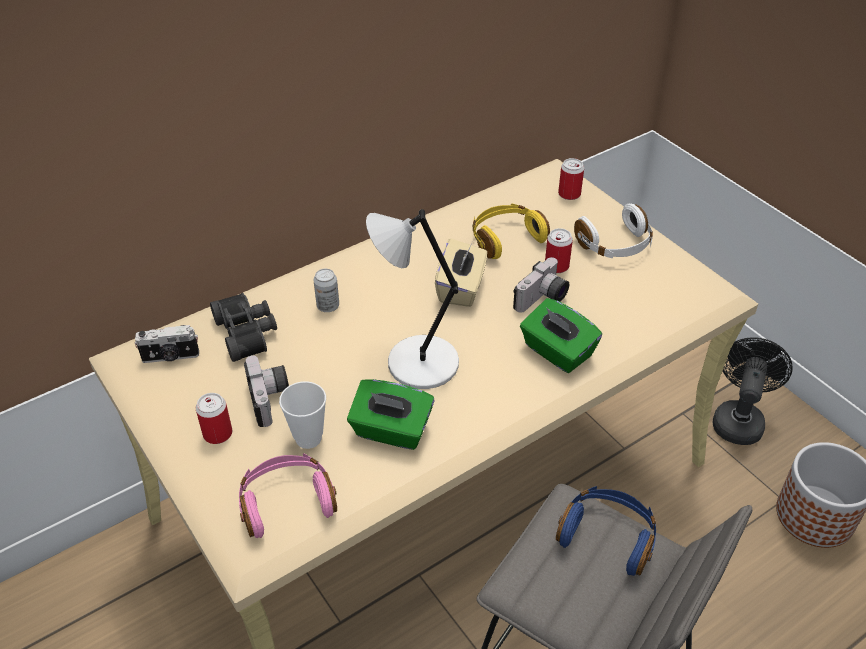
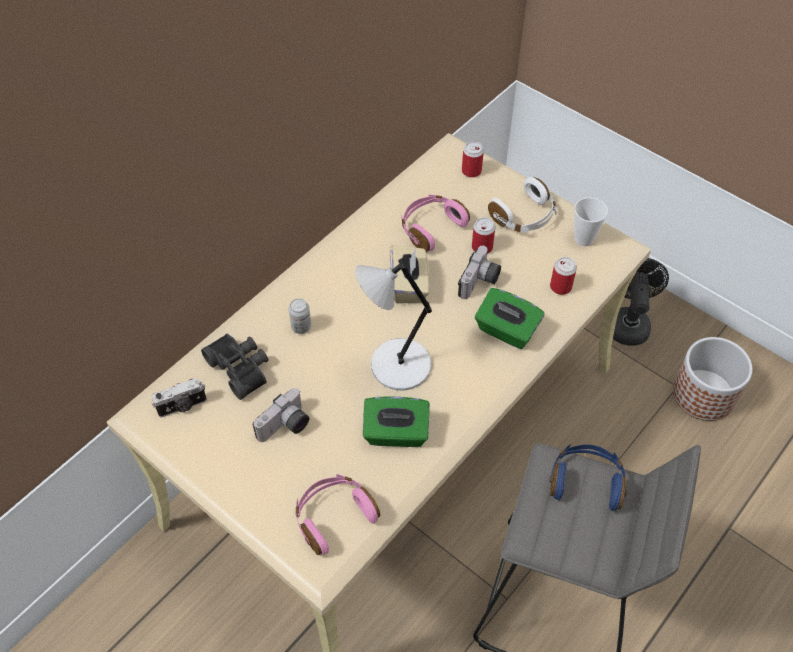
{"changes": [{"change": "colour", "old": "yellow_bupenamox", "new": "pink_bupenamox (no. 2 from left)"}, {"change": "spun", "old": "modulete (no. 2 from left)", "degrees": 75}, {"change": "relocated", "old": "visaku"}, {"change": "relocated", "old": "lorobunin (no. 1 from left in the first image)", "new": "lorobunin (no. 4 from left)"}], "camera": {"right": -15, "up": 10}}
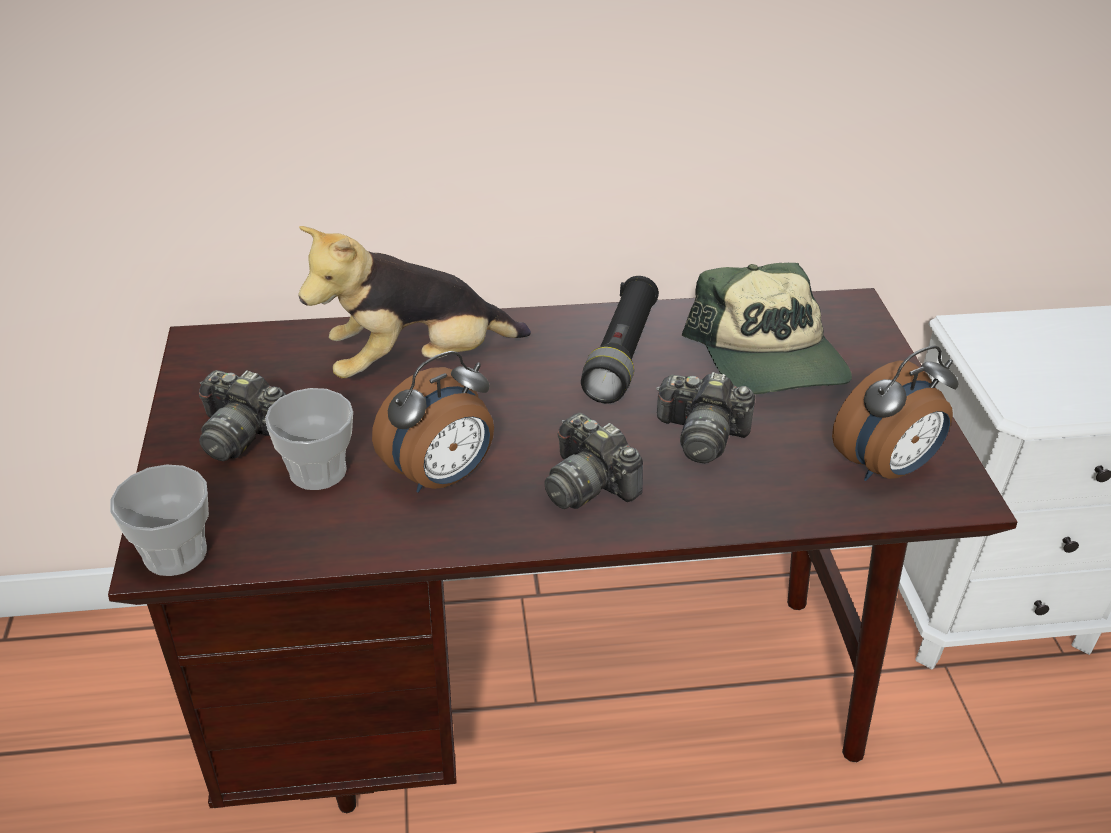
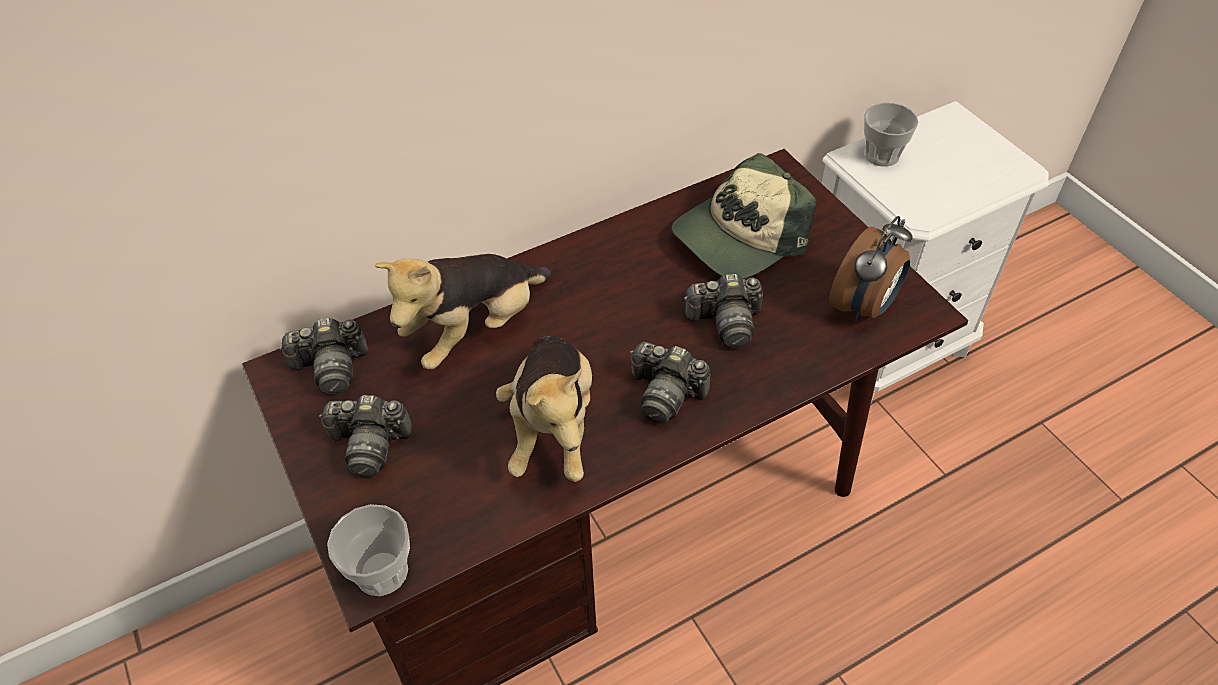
{"changes": [{"change": "spun", "old": "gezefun", "degrees": 90}, {"change": "missing", "old": "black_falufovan"}, {"change": "exchanged", "old": "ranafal (no. 1 from left)", "new": "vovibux (no. 2 from left)"}, {"change": "relocated", "old": "visaku (no. 2 from left)"}, {"change": "appeared", "new": "modulete (no. 1 from left)"}], "camera": {"right": -20, "up": 10}}
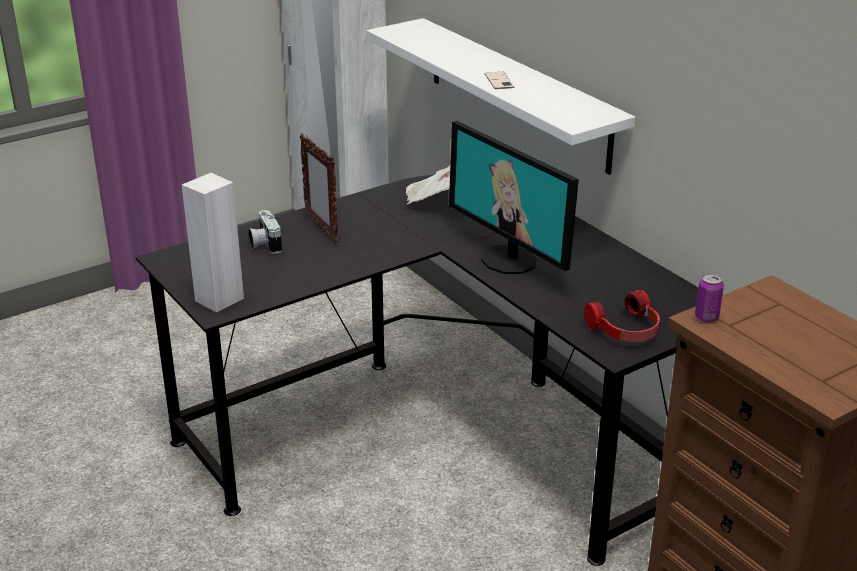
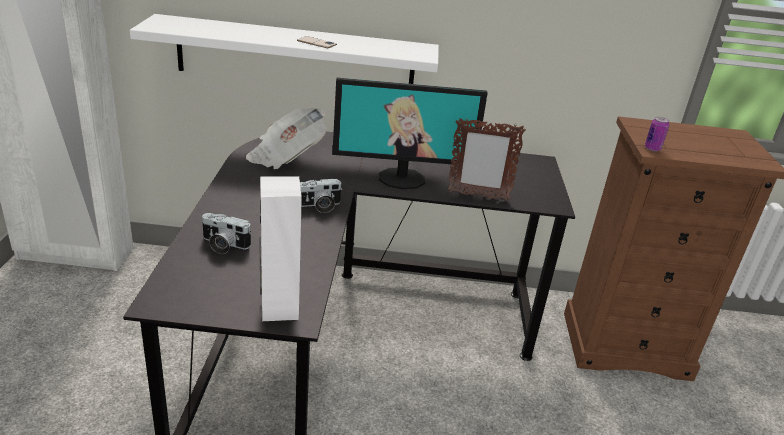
{"changes": [{"change": "relocated", "old": "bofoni"}, {"change": "missing", "old": "bupenamox"}, {"change": "appeared", "new": "modulete (no. 2 from left)"}], "camera": {"right": -55, "up": 0}}
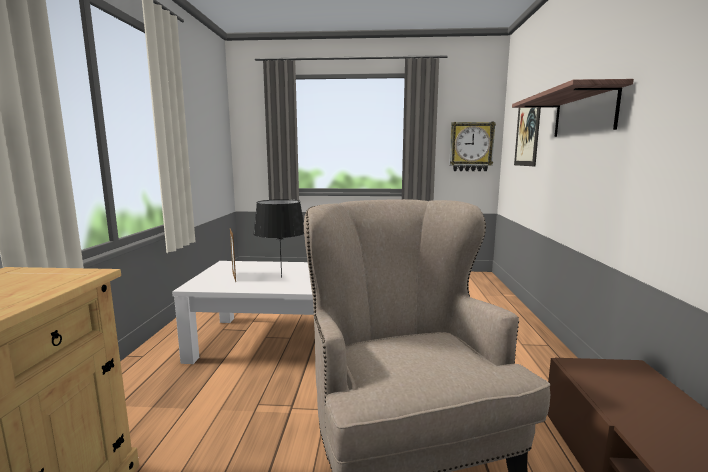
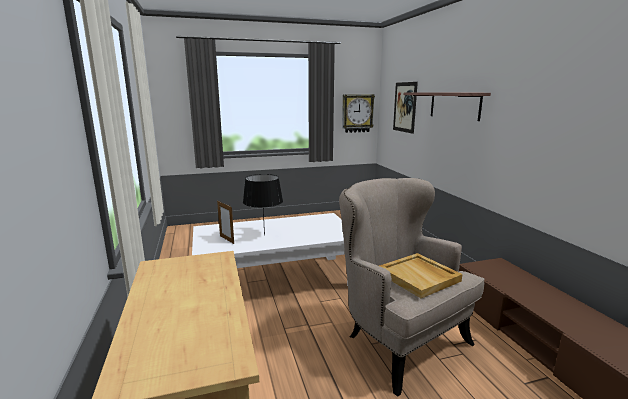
{"changes": [{"change": "appeared", "new": "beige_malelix"}], "camera": {"right": -20, "up": 5}}
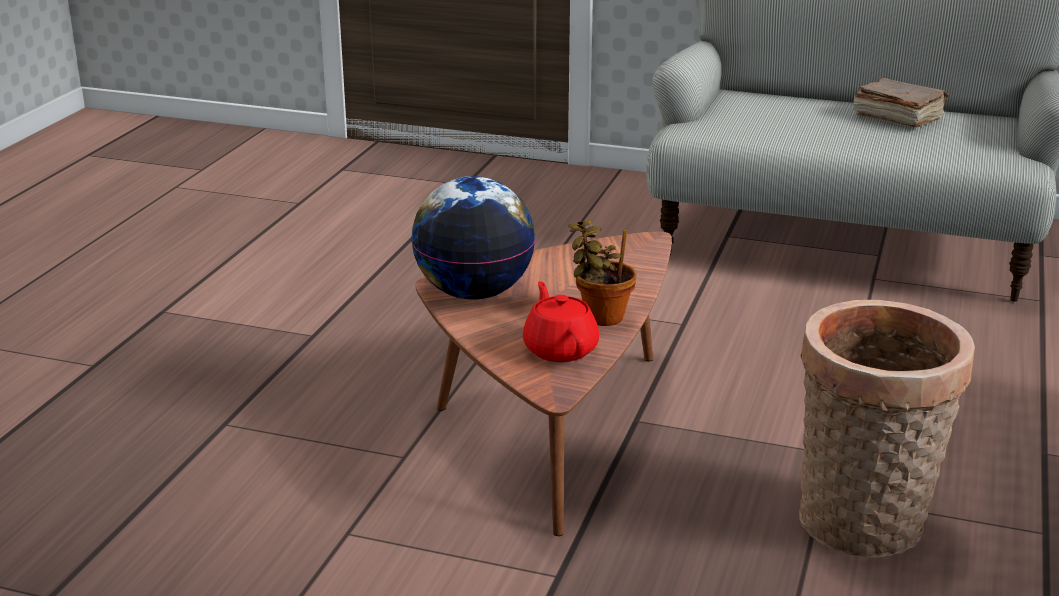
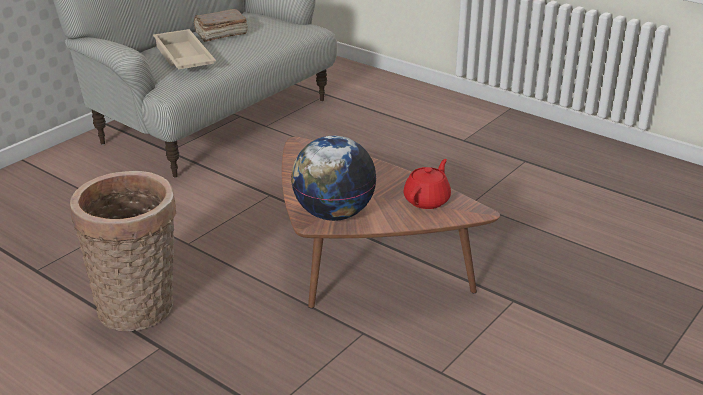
{"changes": [{"change": "missing", "old": "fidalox"}, {"change": "spun", "old": "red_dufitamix", "degrees": 120}, {"change": "relocated", "old": "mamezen"}, {"change": "appeared", "new": "beige_malelix"}], "camera": {"right": -70, "up": 5}}
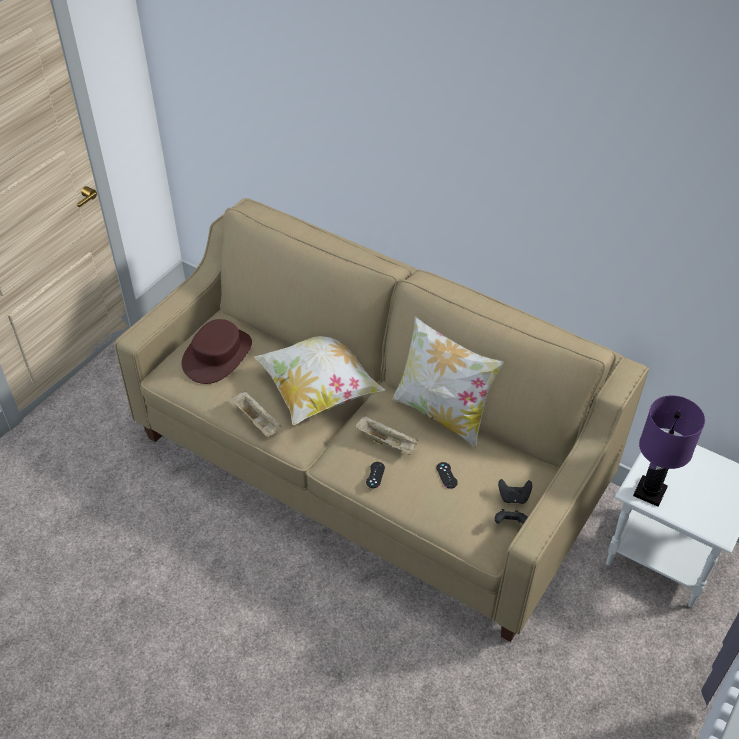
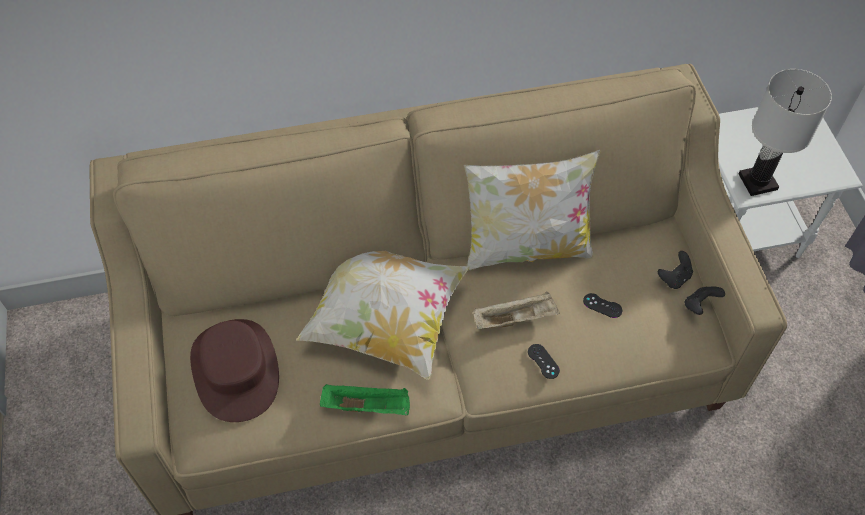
{"changes": [{"change": "colour", "old": "beige_malelix (no. 1 from left)", "new": "green_malelix"}, {"change": "colour", "old": "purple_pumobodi", "new": "white_pumobodi"}], "camera": {"right": -45, "up": 10}}
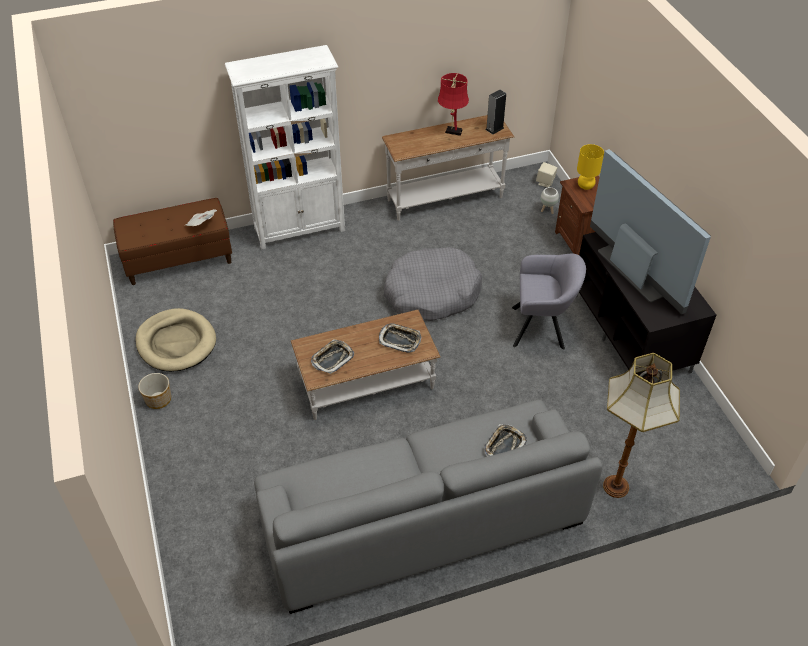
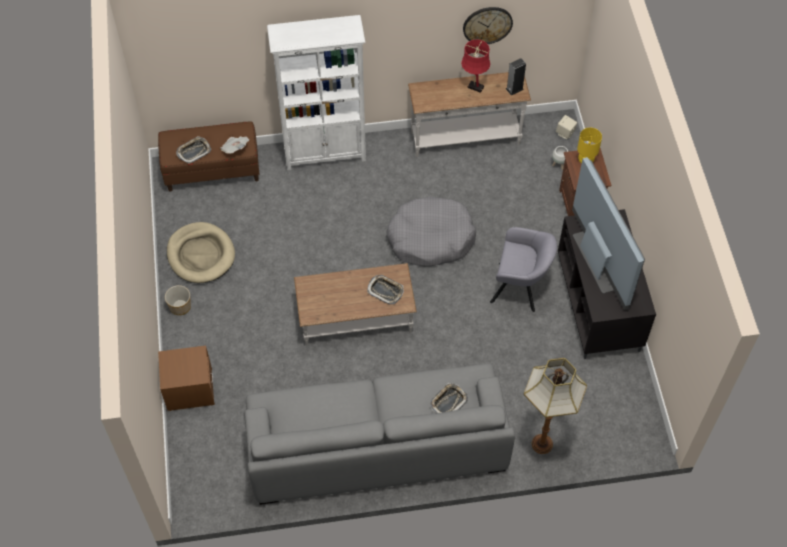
{"changes": [{"change": "relocated", "old": "malelix (no. 1 from left)"}, {"change": "appeared", "new": "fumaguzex"}, {"change": "appeared", "new": "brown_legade (no. 1 from left)"}], "camera": {"right": 10, "up": 10}}
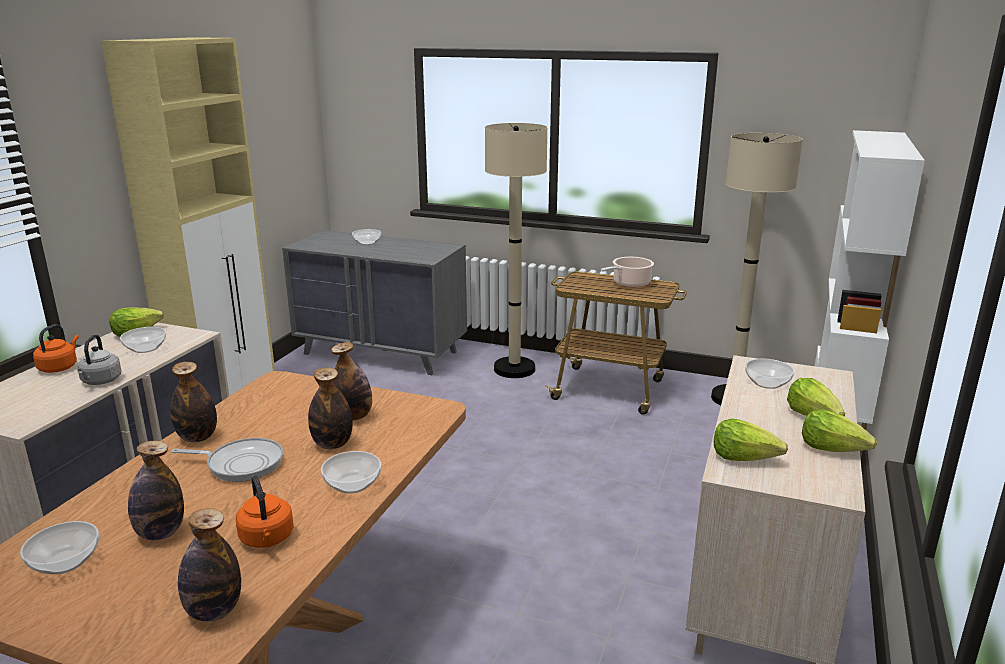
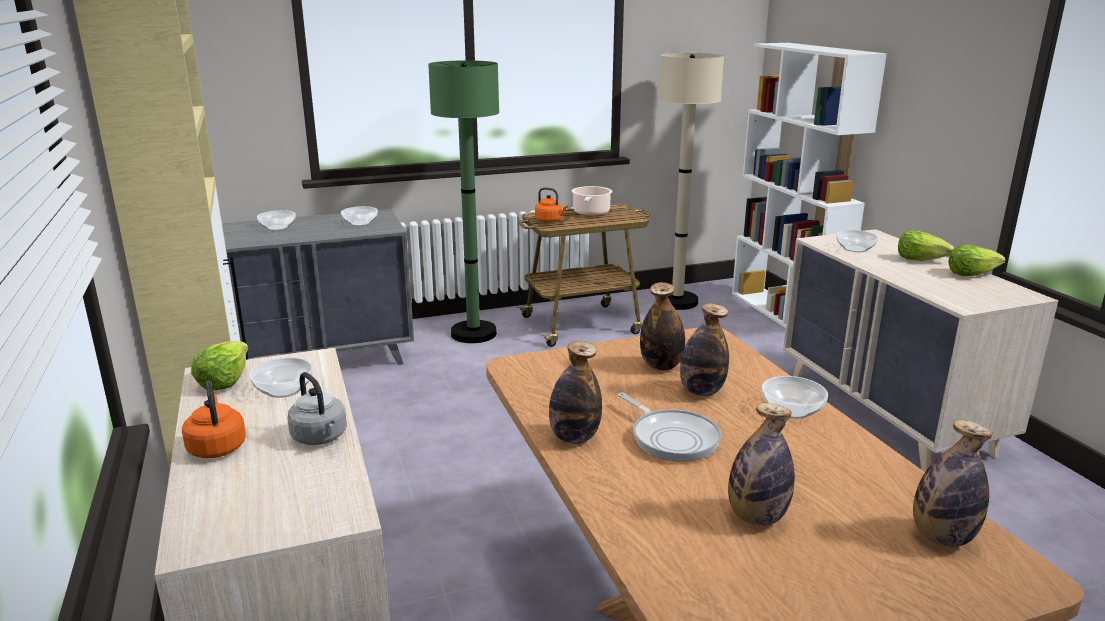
{"changes": [{"change": "colour", "old": "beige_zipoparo (no. 1 from left)", "new": "green_zipoparo"}, {"change": "missing", "old": "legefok (no. 2 from left)"}, {"change": "spun", "old": "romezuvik", "degrees": 90}, {"change": "relocated", "old": "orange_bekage (no. 2 from left)"}, {"change": "relocated", "old": "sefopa (no. 1 from left in the first image)", "new": "sefopa (no. 3 from left)"}], "camera": {"right": -40, "up": 0}}
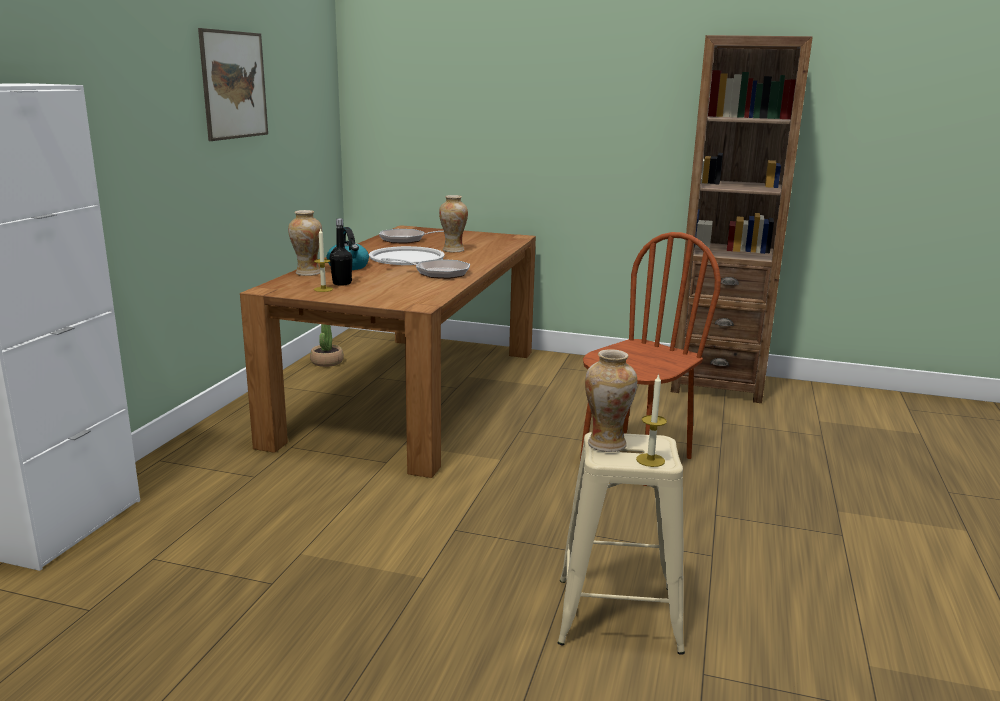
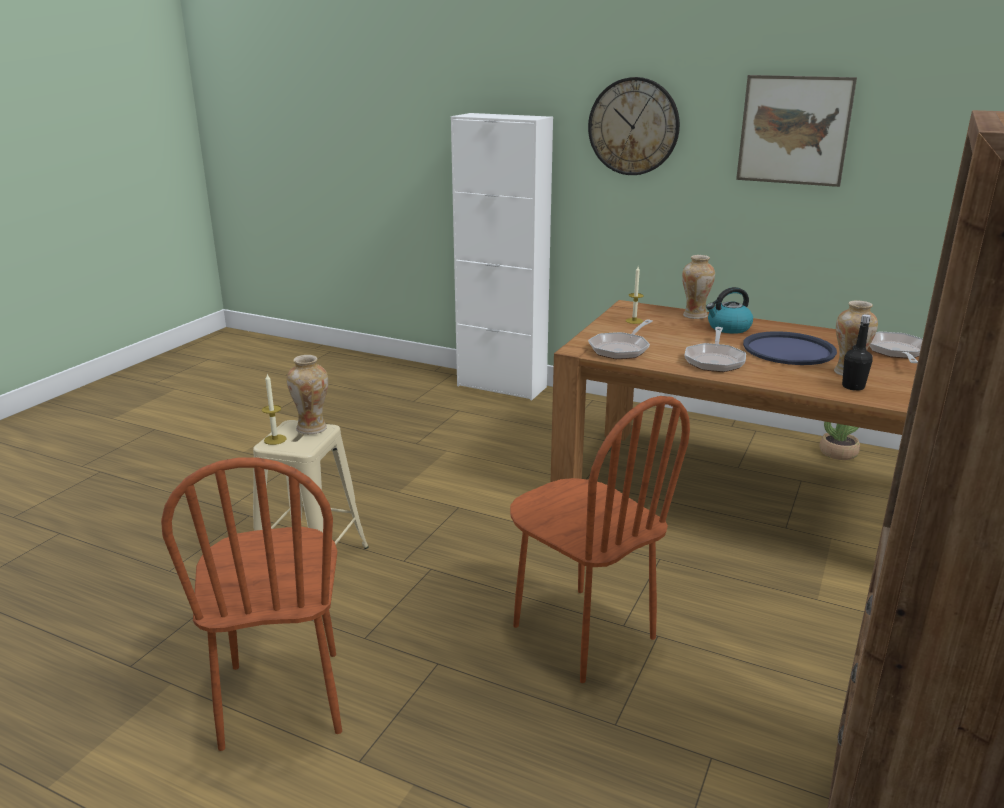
{"changes": [{"change": "relocated", "old": "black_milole"}, {"change": "colour", "old": "white_malelix", "new": "blue_malelix"}, {"change": "appeared", "new": "fumaguzex"}, {"change": "appeared", "new": "romezuvik (no. 1 from left)"}, {"change": "appeared", "new": "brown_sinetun (no. 1 from left)"}], "camera": {"right": 100, "up": 5}}
